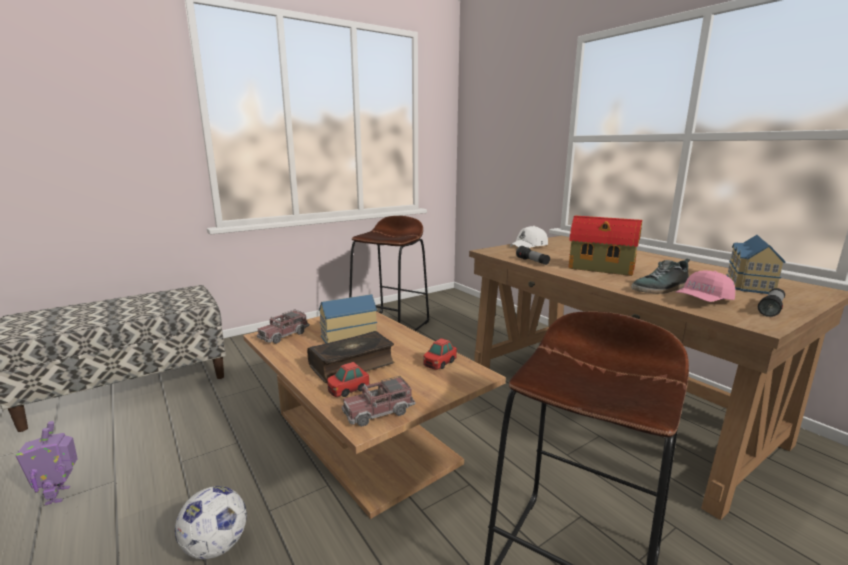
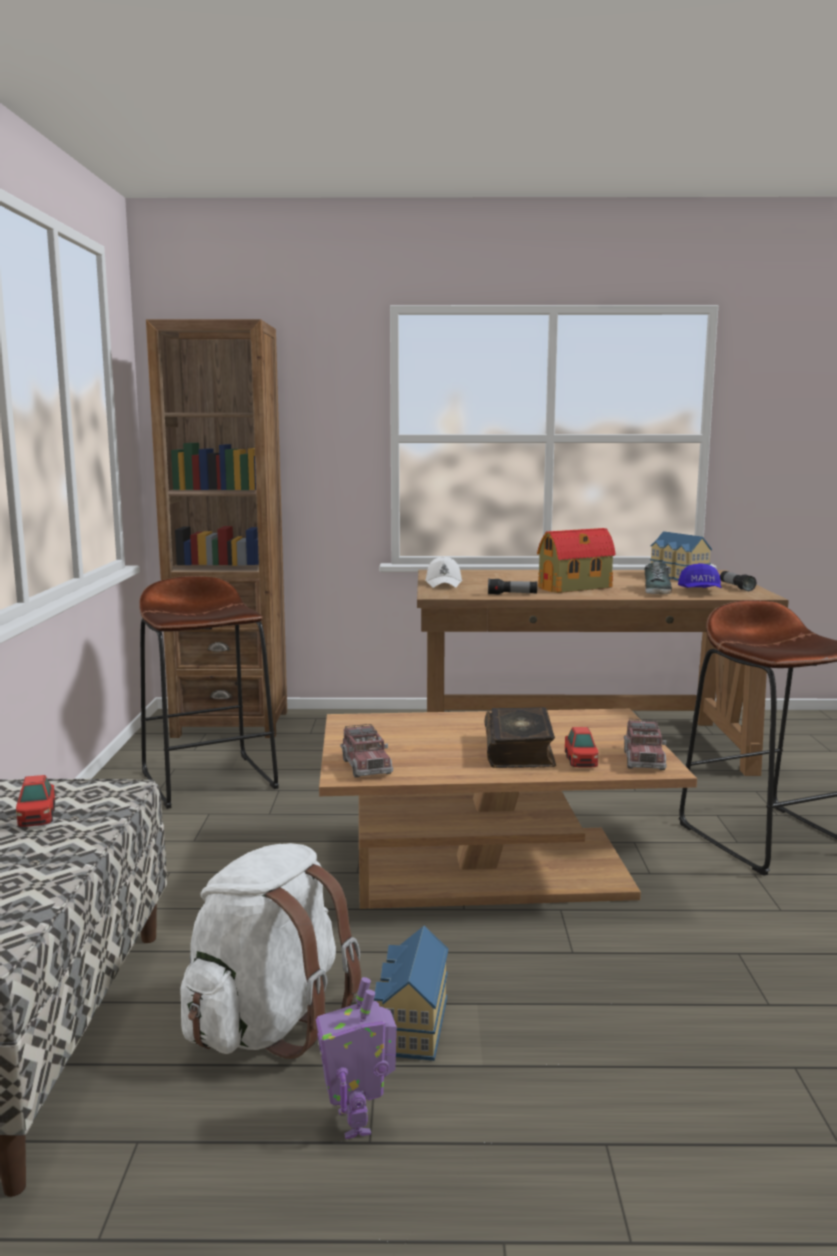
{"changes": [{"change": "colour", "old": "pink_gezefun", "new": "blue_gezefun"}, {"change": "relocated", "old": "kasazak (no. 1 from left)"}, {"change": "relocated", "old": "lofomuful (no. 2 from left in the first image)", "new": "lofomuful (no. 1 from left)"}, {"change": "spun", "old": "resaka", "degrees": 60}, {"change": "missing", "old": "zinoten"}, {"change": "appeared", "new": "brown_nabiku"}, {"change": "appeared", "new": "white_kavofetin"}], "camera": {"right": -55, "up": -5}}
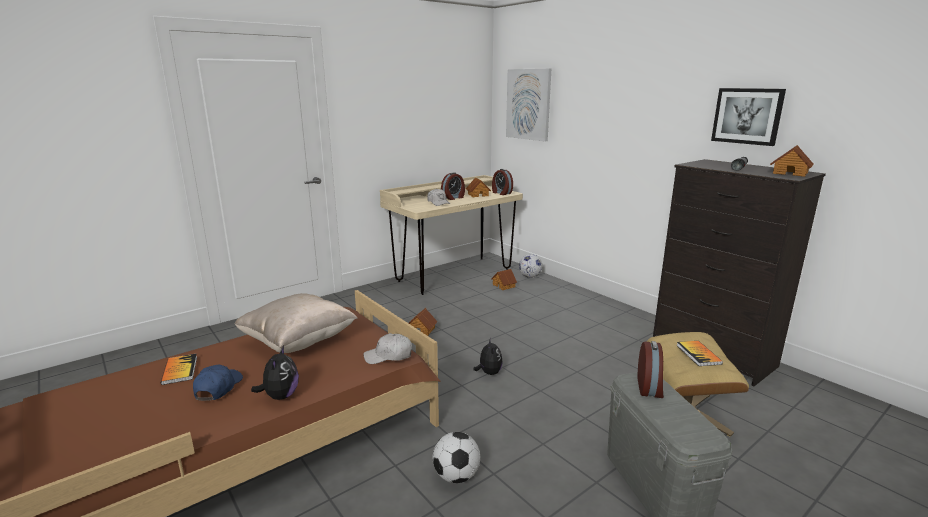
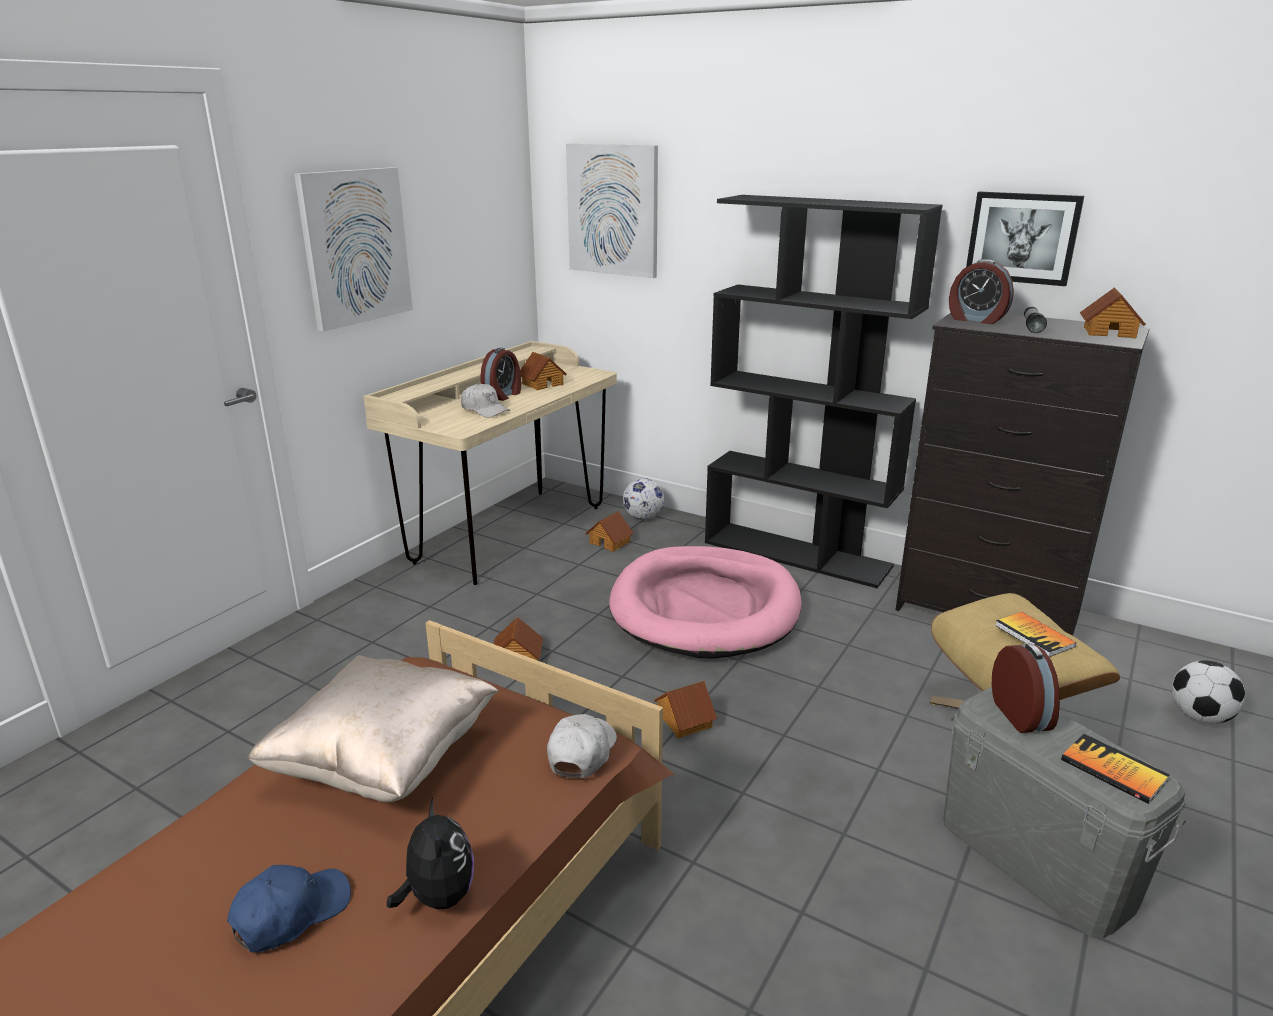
{"changes": [{"change": "relocated", "old": "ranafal (no. 2 from left)"}, {"change": "spun", "old": "white_gezefun (no. 1 from left in the first image)", "degrees": 135}, {"change": "exchanged", "old": "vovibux (no. 2 from left)", "new": "kasazak (no. 4 from left)"}, {"change": "relocated", "old": "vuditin (no. 1 from left in the first image)", "new": "vuditin (no. 2 from left)"}, {"change": "spun", "old": "blue_gezefun", "degrees": 60}, {"change": "relocated", "old": "zinoten (no. 1 from left in the first image)", "new": "zinoten (no. 2 from left)"}, {"change": "appeared", "new": "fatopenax (no. 1 from left)"}, {"change": "appeared", "new": "black_nabiku"}, {"change": "appeared", "new": "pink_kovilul"}], "camera": {"right": -20, "up": 5}}
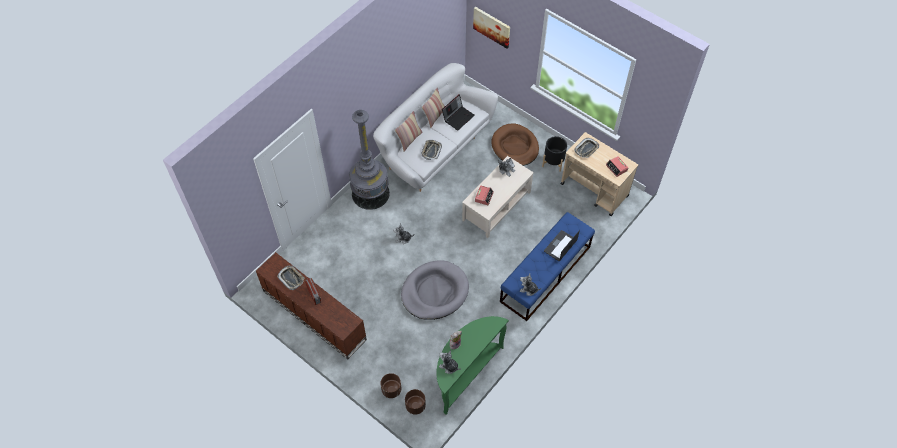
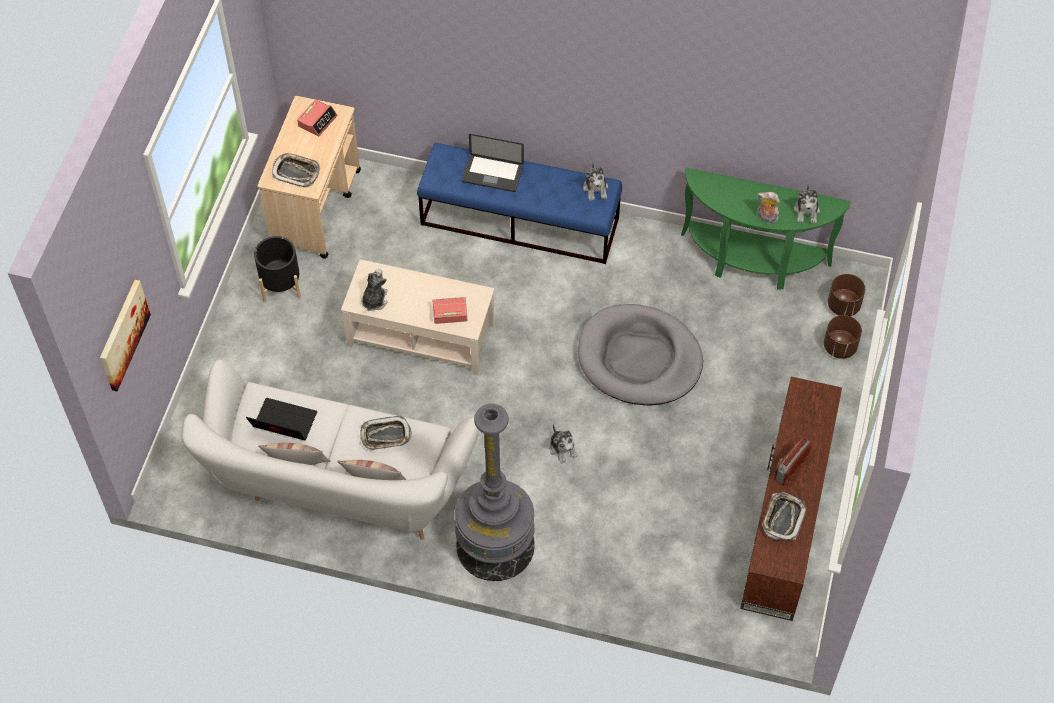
{"changes": [{"change": "missing", "old": "brown_kovilul"}], "camera": {"right": -115, "up": 0}}
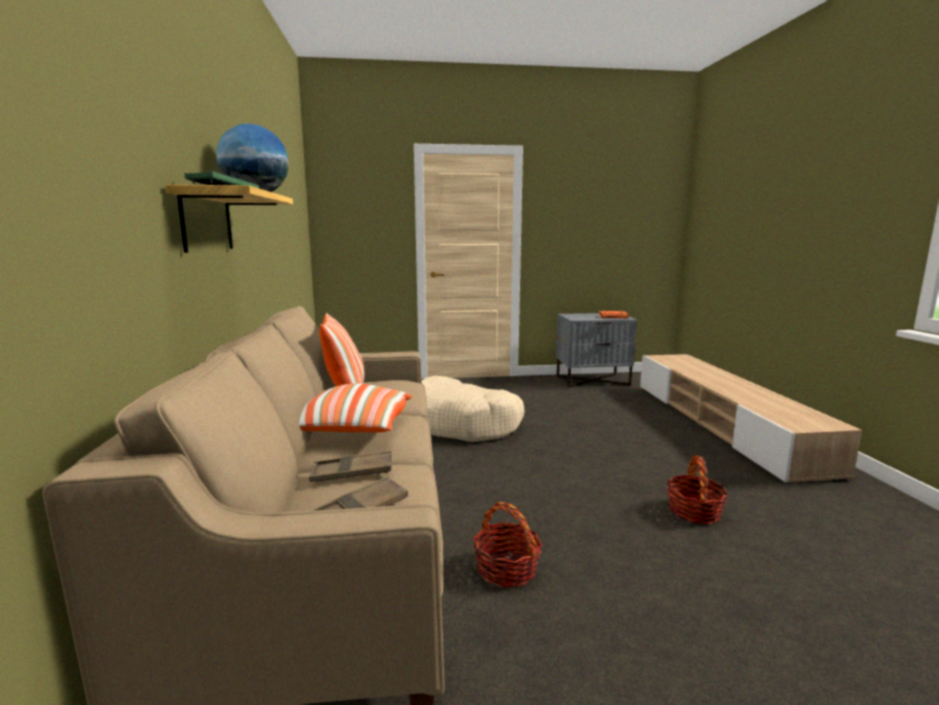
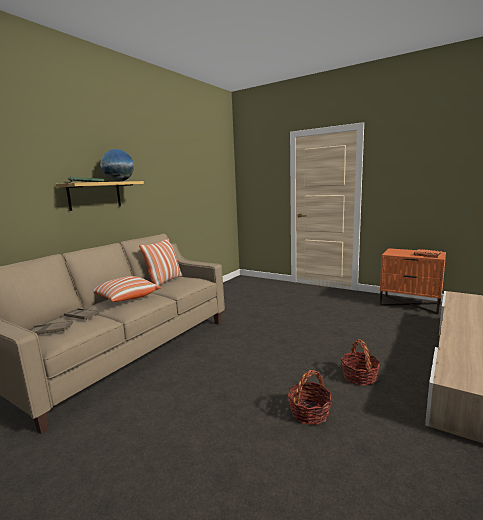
{"changes": [{"change": "colour", "old": "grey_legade", "new": "orange_legade"}, {"change": "missing", "old": "beige_kovilul"}, {"change": "relocated", "old": "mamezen (no. 1 from left in the first image)", "new": "mamezen (no. 2 from left)"}], "camera": {"right": 40, "up": 0}}
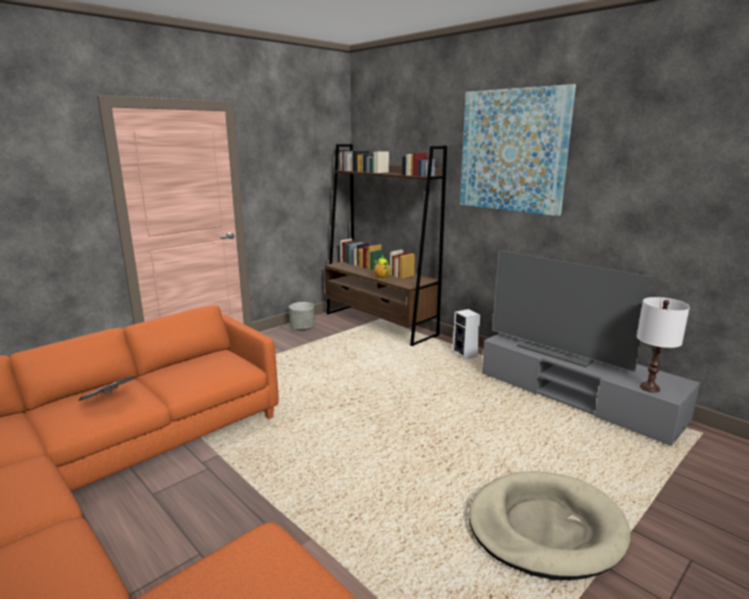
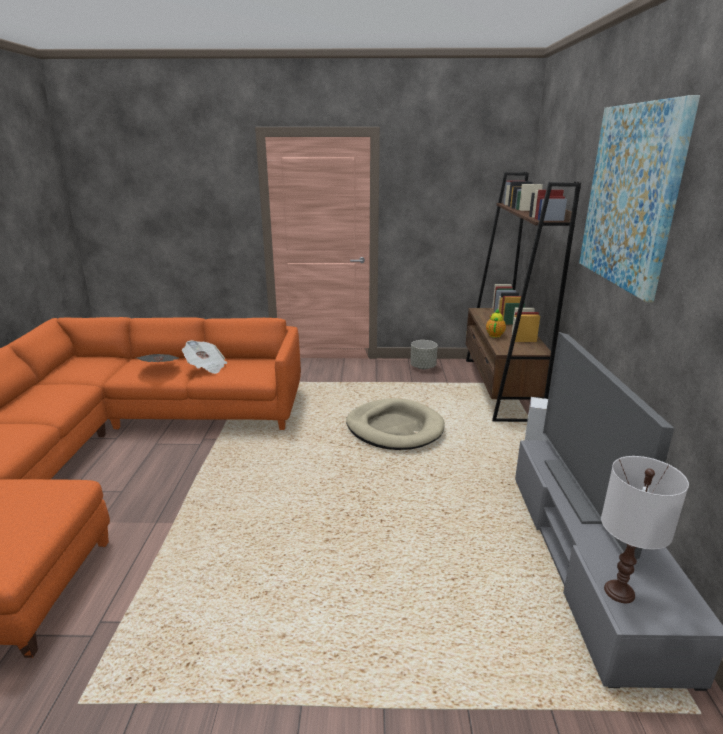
{"changes": [{"change": "relocated", "old": "beige_kovilul"}, {"change": "appeared", "new": "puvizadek (no. 2 from left)"}], "camera": {"right": 45, "up": 5}}
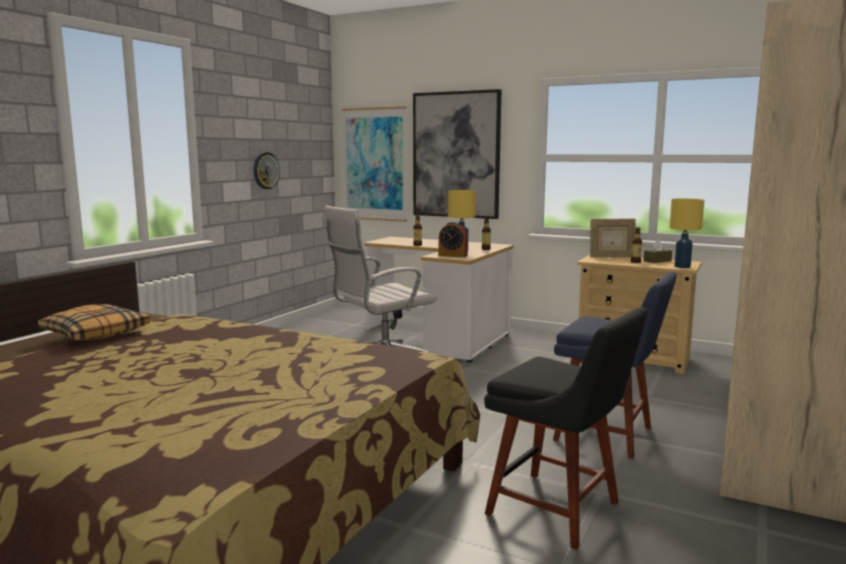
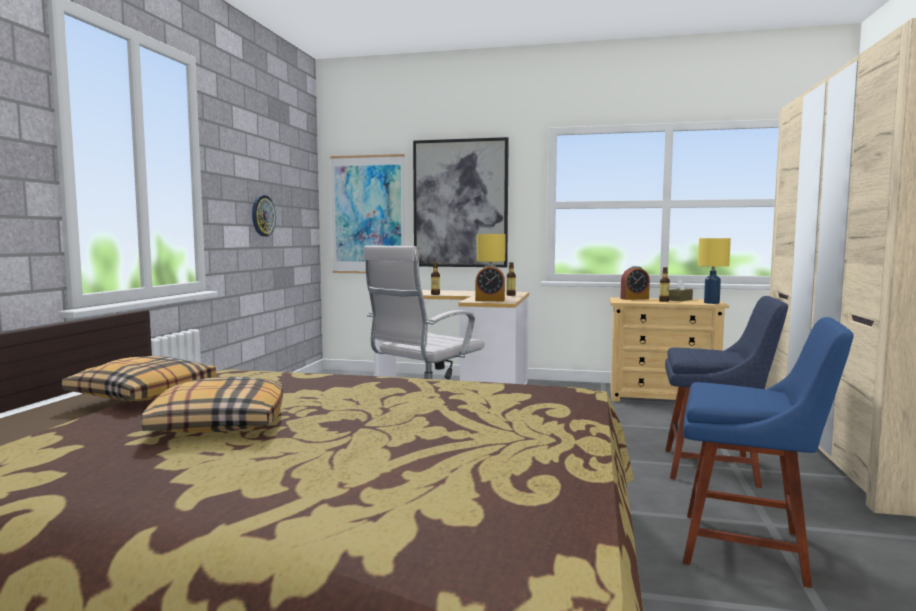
{"changes": [{"change": "exchanged", "old": "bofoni", "new": "ranafal (no. 2 from left)"}, {"change": "colour", "old": "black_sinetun", "new": "blue_sinetun (no. 2 from left)"}, {"change": "appeared", "new": "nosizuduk (no. 2 from left)"}], "camera": {"right": -15, "up": -5}}
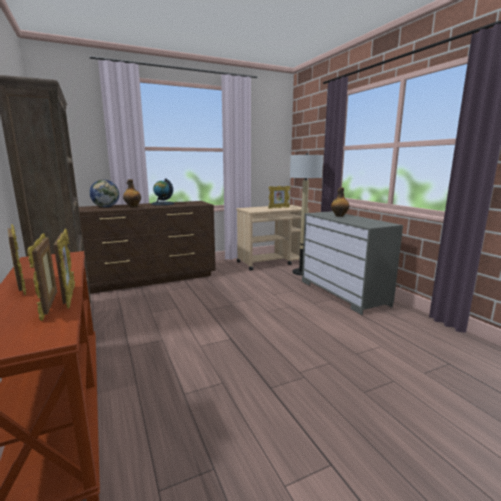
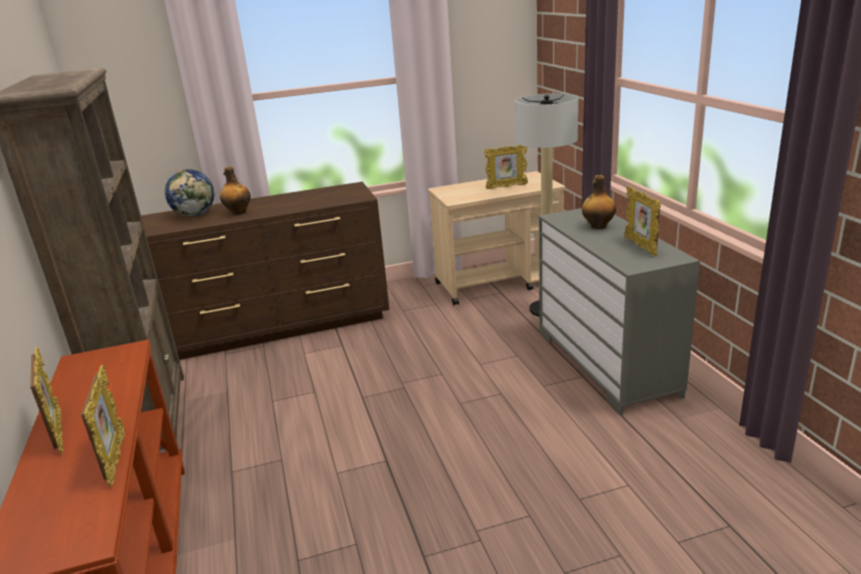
{"changes": [{"change": "missing", "old": "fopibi (no. 2 from left)"}, {"change": "relocated", "old": "bofoni (no. 2 from left in the first image)", "new": "bofoni (no. 4 from left)"}], "camera": {"right": 10, "up": 10}}
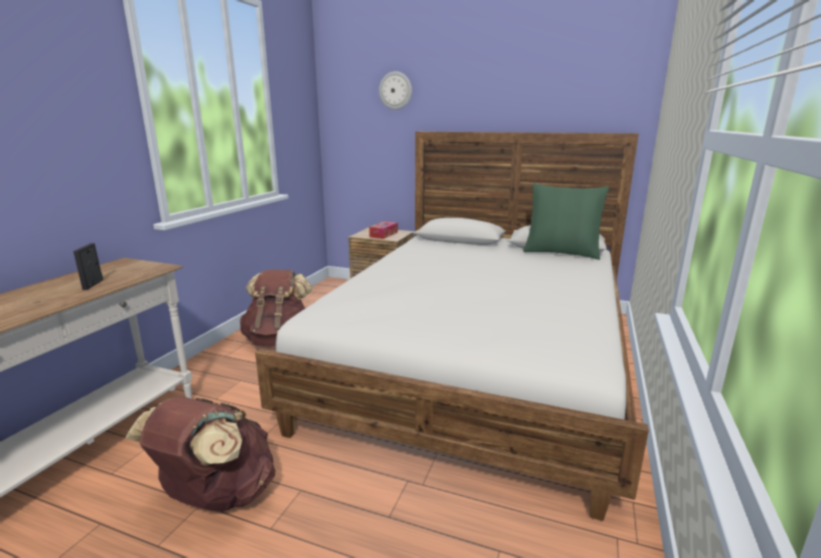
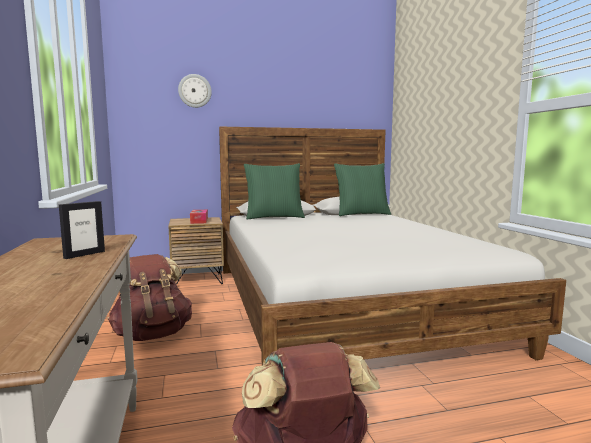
{"changes": [{"change": "spun", "old": "bofoni", "degrees": -105}, {"change": "appeared", "new": "green_nosizuduk (no. 1 from left)"}], "camera": {"right": -35, "up": -10}}
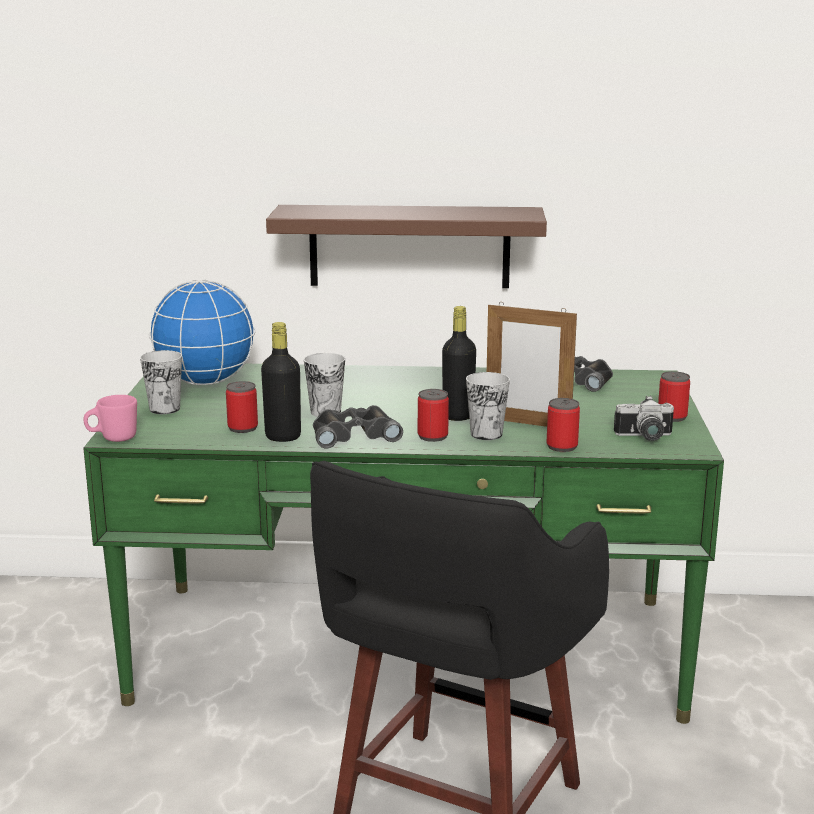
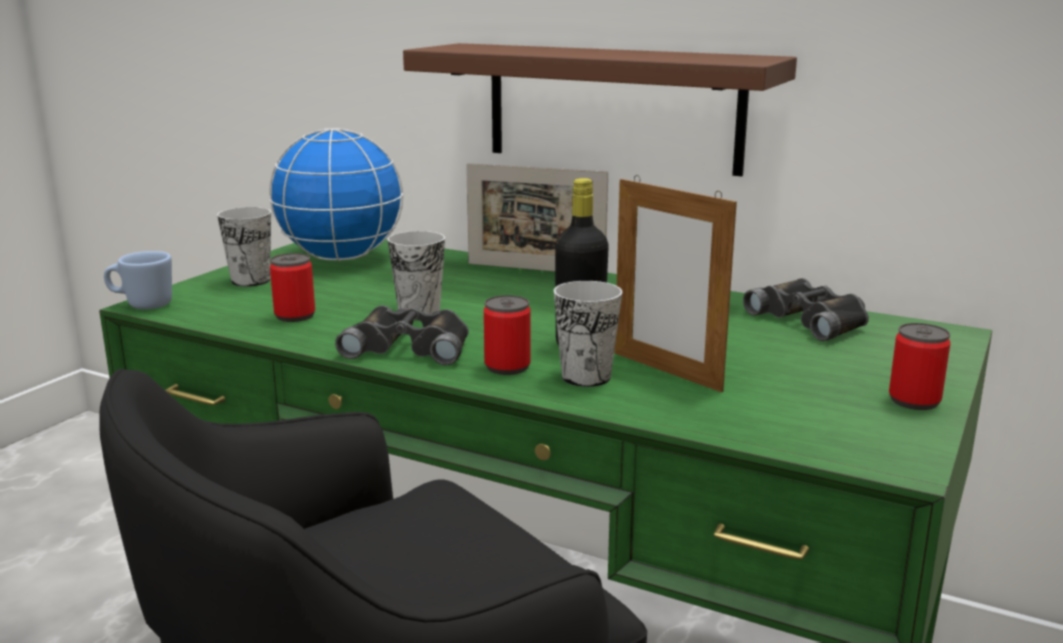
{"changes": [{"change": "missing", "old": "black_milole (no. 1 from left)"}, {"change": "colour", "old": "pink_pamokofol", "new": "blue_pamokofol"}, {"change": "missing", "old": "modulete"}, {"change": "missing", "old": "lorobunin (no. 3 from left)"}, {"change": "appeared", "new": "bofoni (no. 1 from left)"}], "camera": {"right": 25, "up": 0}}
